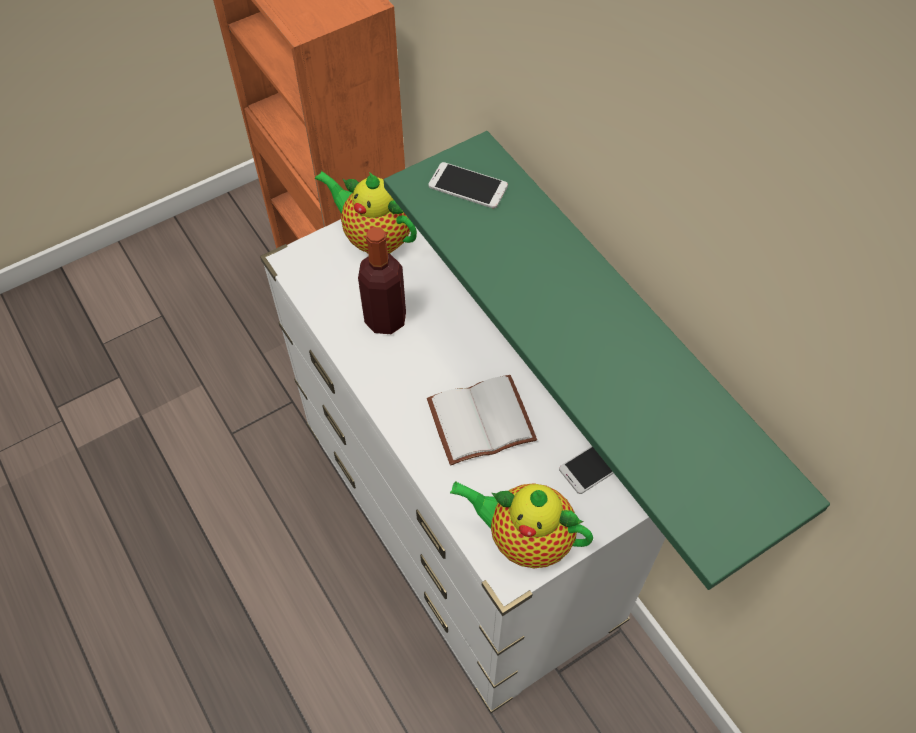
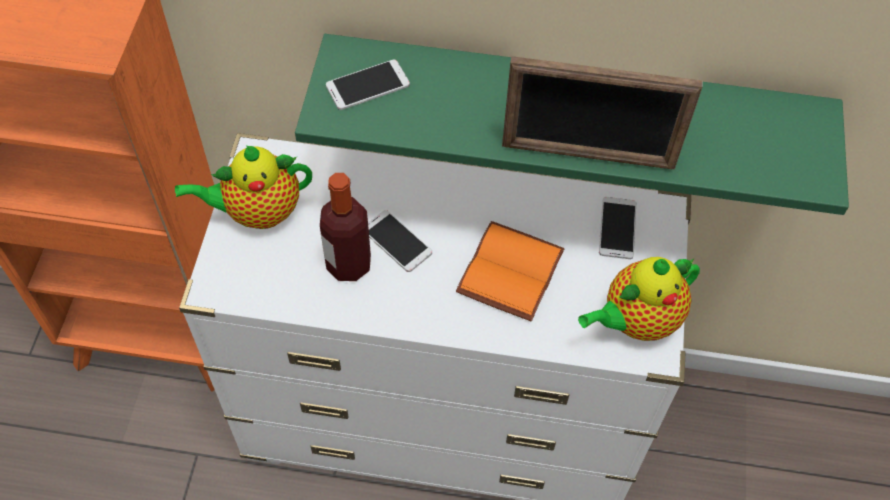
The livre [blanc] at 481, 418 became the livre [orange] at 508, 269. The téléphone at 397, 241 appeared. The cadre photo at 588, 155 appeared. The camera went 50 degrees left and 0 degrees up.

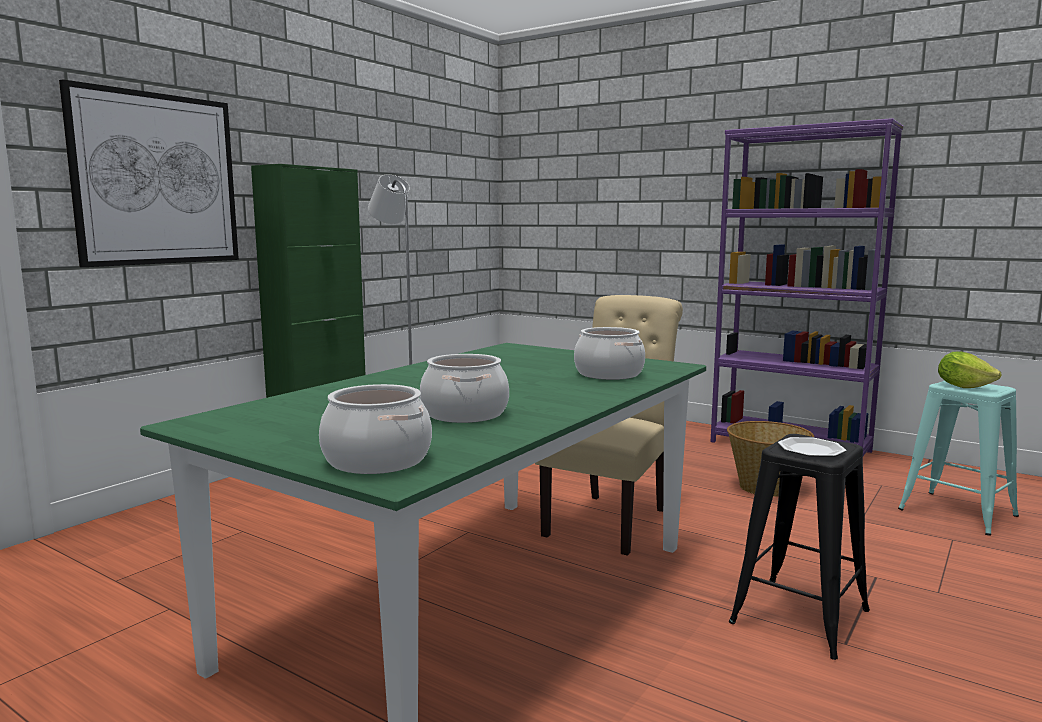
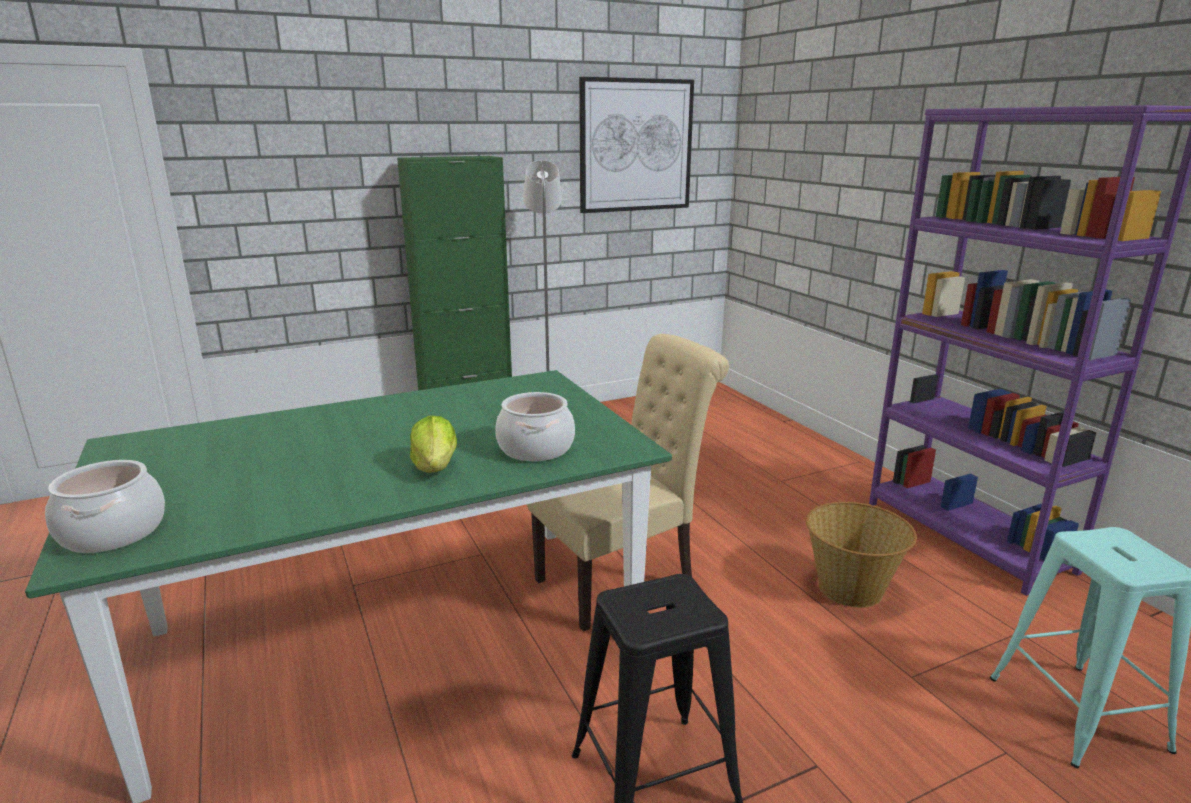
The tableau moved from 156, 179 to 636, 146. The marmite at 464, 414 disappeared. The assiette at 811, 450 disappeared. The laitue moved from 963, 386 to 435, 467. The camera went 30 degrees right and 10 degrees up.

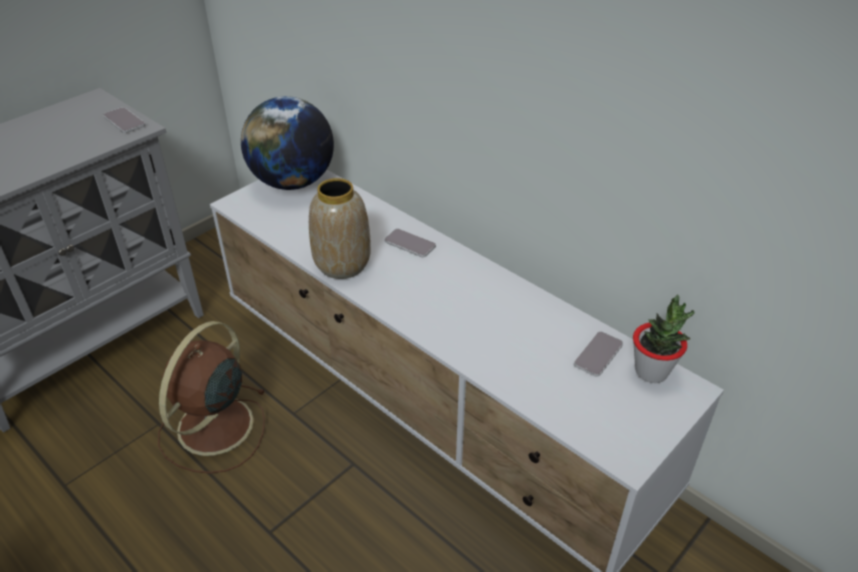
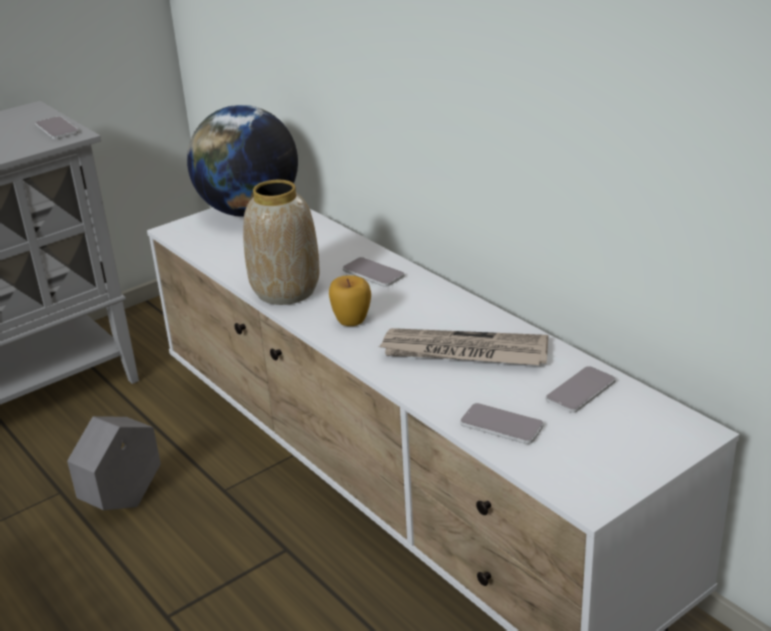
The ventilateur [marron] at 213, 428 was replaced by the cache-pot [gris] at 124, 500. The plante en pot at 651, 371 disappeared. The pomme at 351, 321 appeared. The journal at 463, 352 appeared. The téléphone at 501, 425 appeared. The camera went 10 degrees right and 10 degrees down.

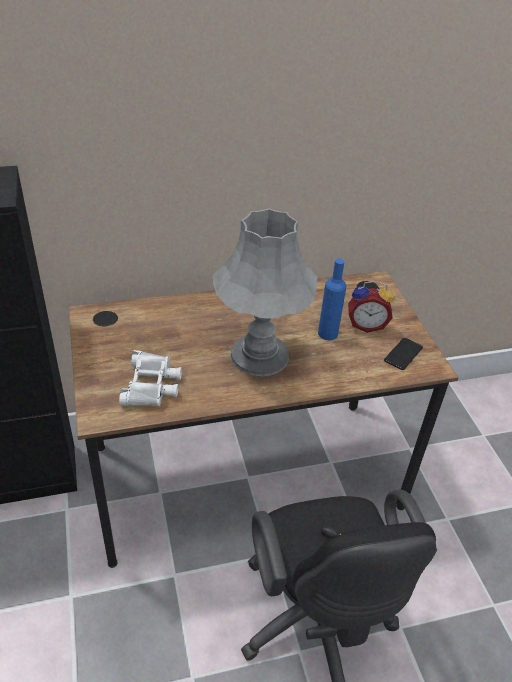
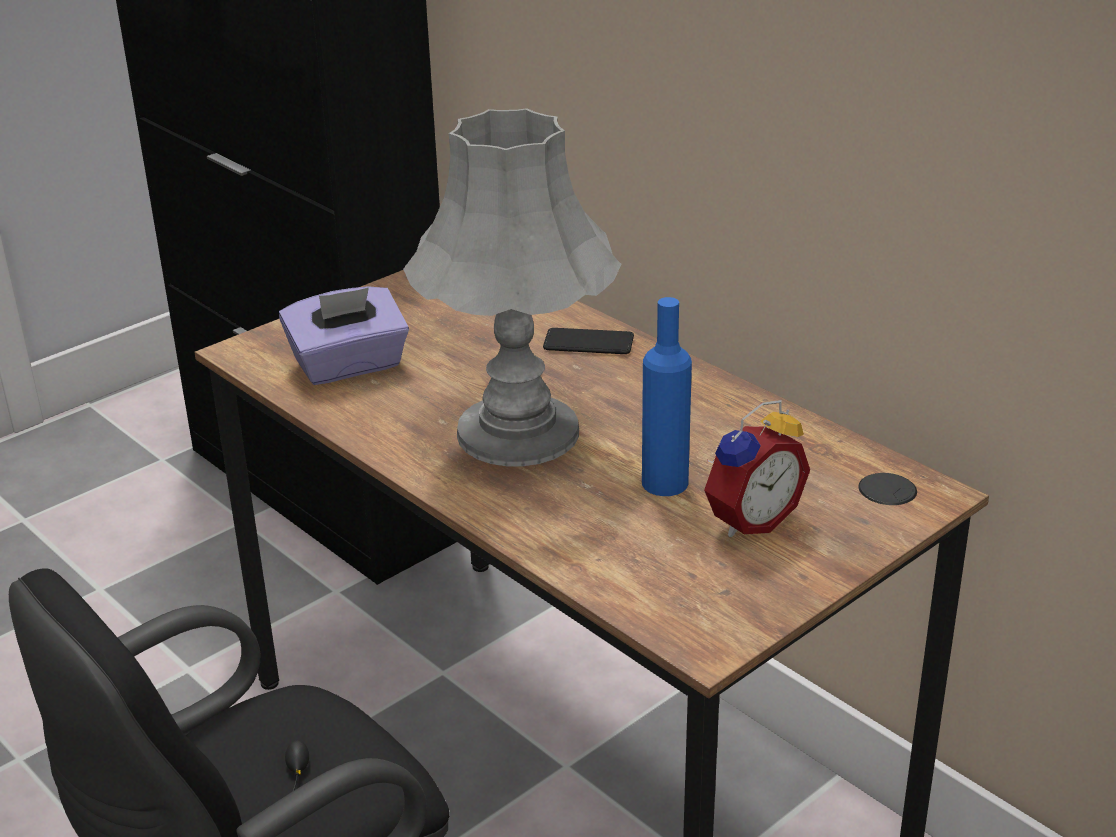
The jumelles [blanc] at 152, 384 was replaced by the boîte à mouchoirs [violet] at 349, 366. The réveil at 366, 325 turned 105 degrees counterclockwise. The téléphone moved from 403, 354 to 588, 343. The camera went 65 degrees right and 10 degrees down.

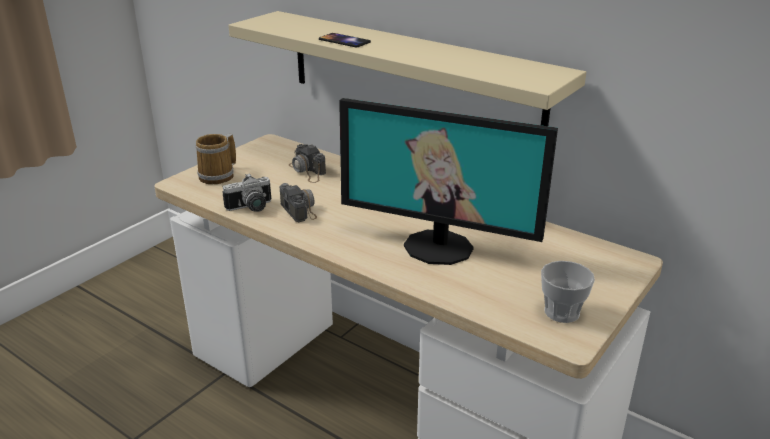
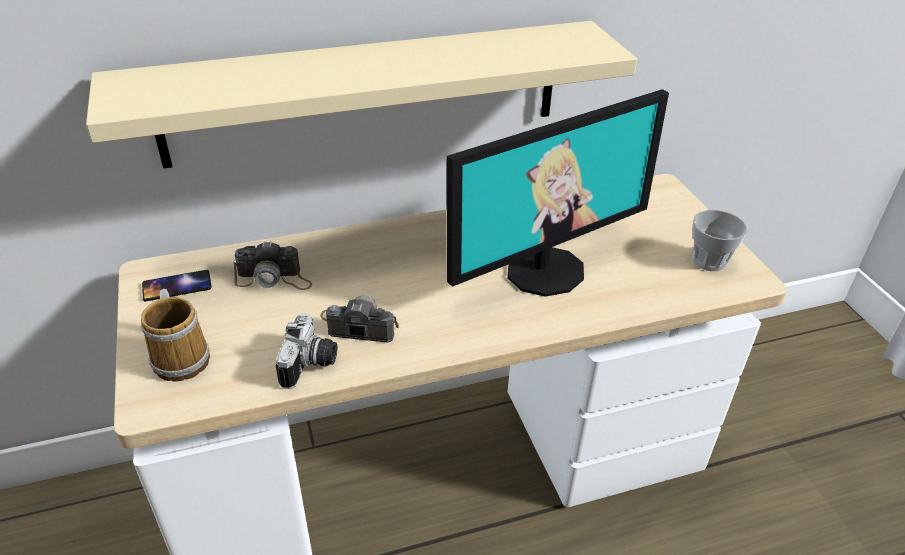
The téléphone moved from 344, 41 to 177, 286. The camera went 55 degrees left and 10 degrees up.

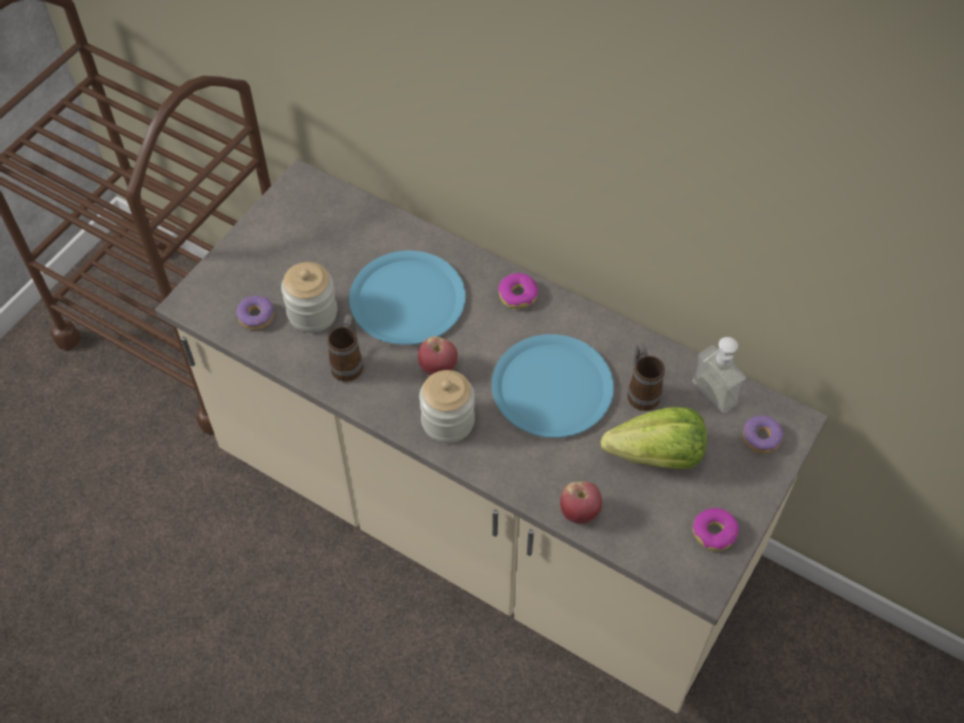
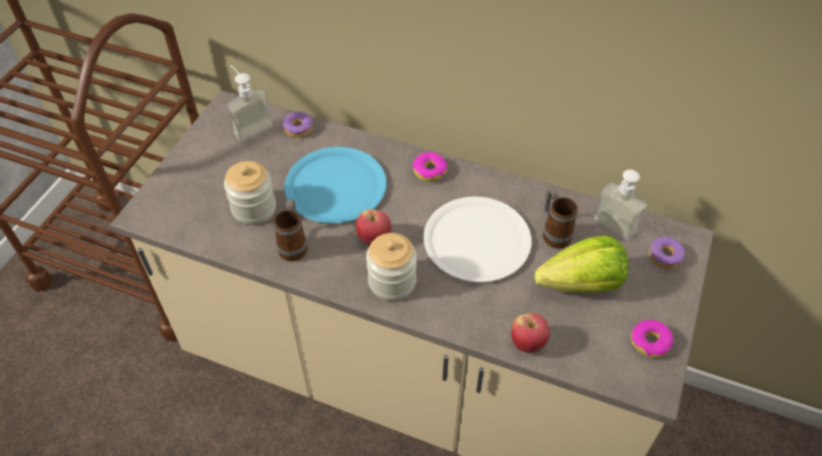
The beignet moved from 256, 316 to 298, 128. The assiette [bleu] at 552, 387 became the assiette [blanc] at 476, 240. The distributeur de savon at 249, 125 appeared. The camera went 10 degrees left and 5 degrees down.

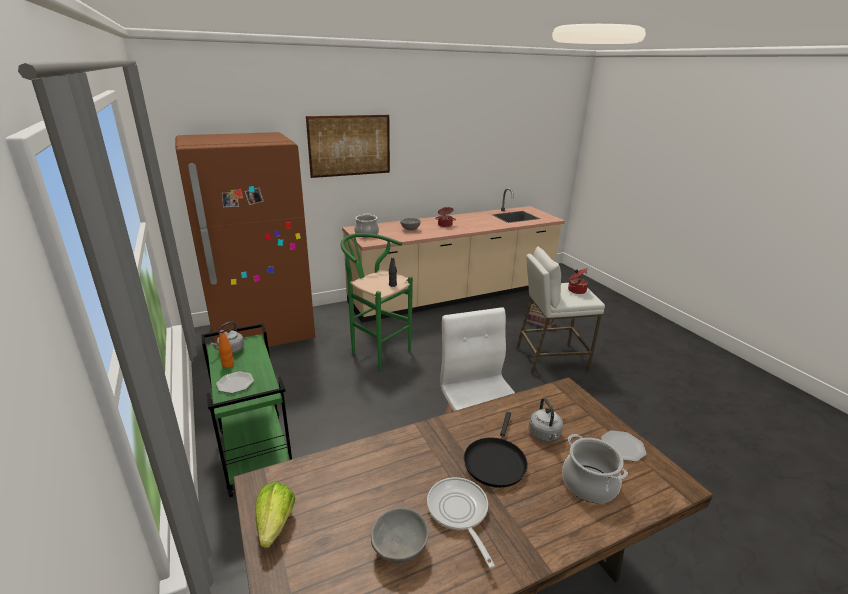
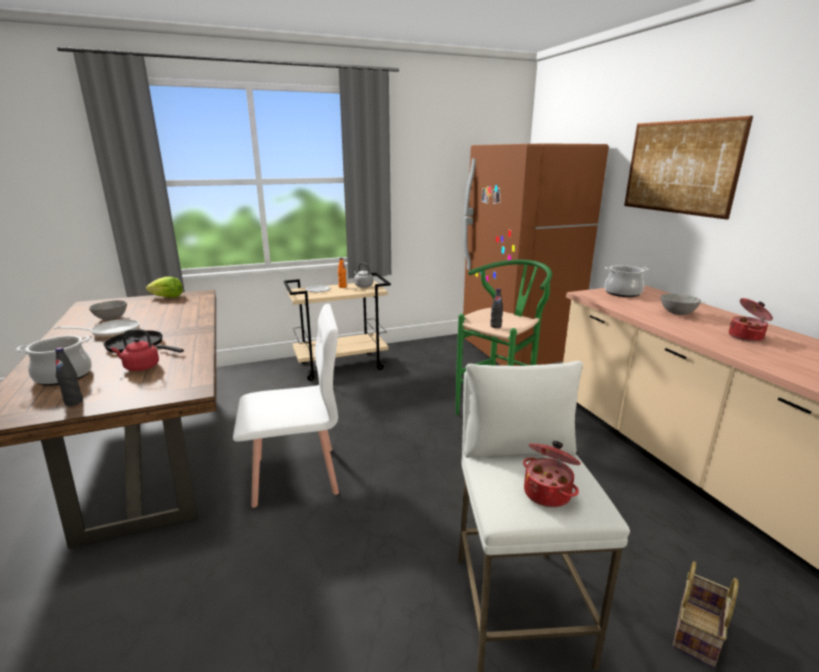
The chariot [vert] at 255, 453 became the chariot [beige] at 342, 365. The bouilloire [gris] at 545, 435 became the bouilloire [rouge] at 140, 367. The assiette at 622, 447 was replaced by the bouteille [noir] at 74, 402. The camera went 95 degrees right and 5 degrees down.

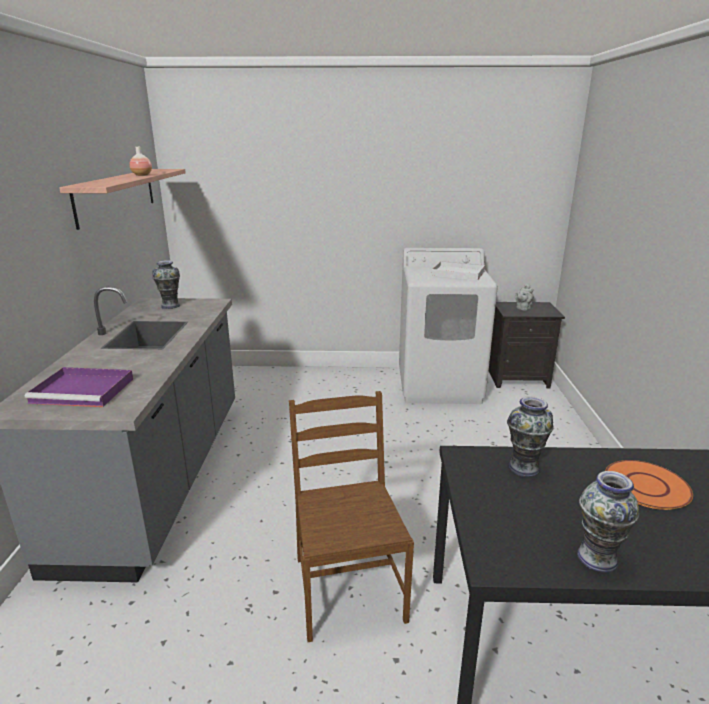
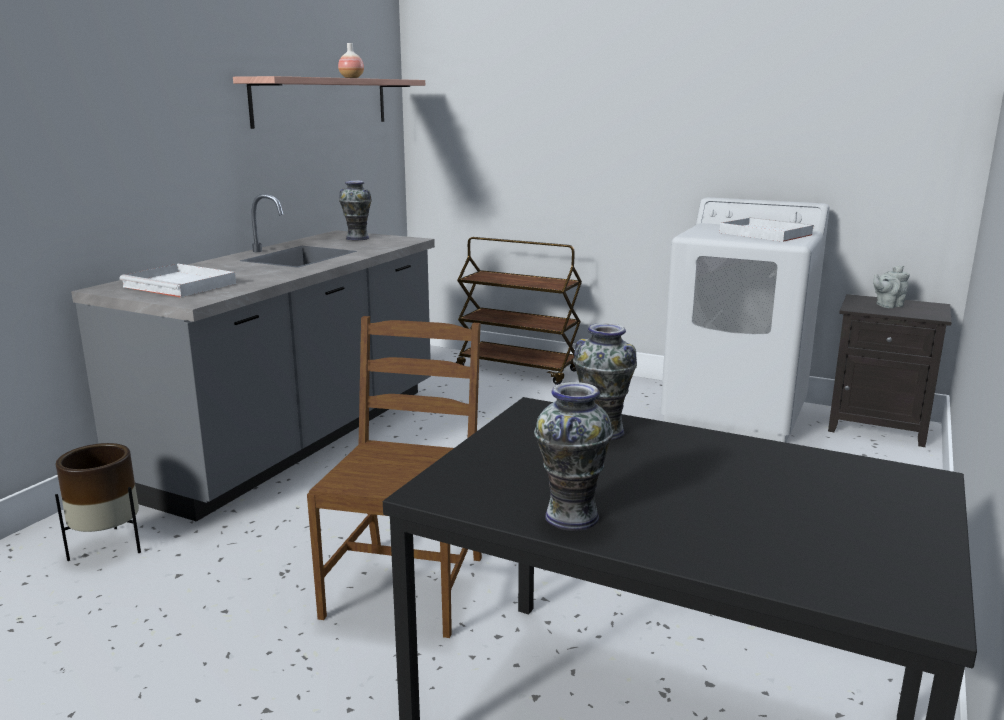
The plateau [violet] at 85, 390 became the plateau [blanc] at 181, 285. The assiette [orange] at 647, 486 disappeared. The cache-pot [marron] at 109, 546 appeared. The chariot [marron] at 519, 369 appeared. The camera went 25 degrees right and 5 degrees down.

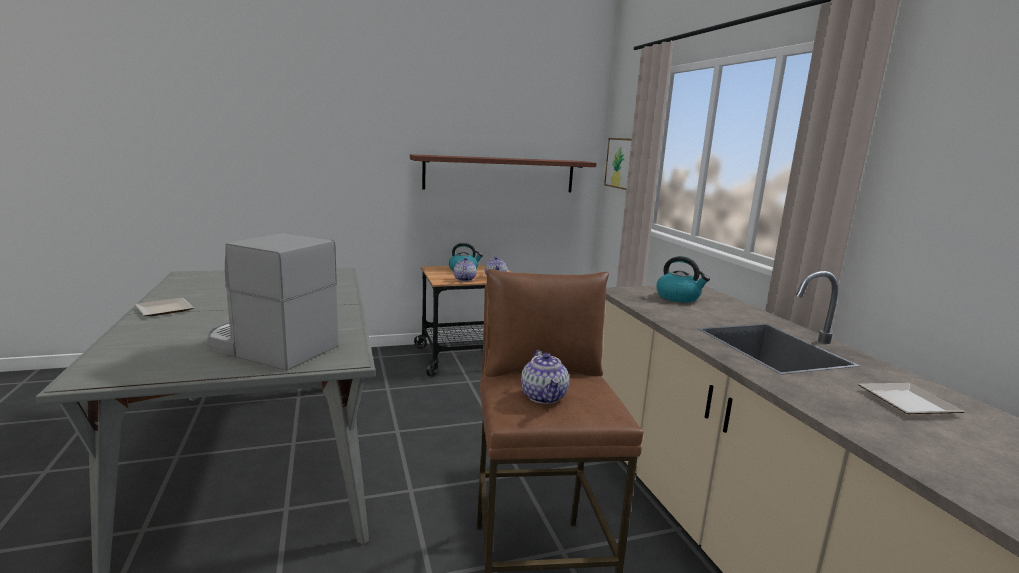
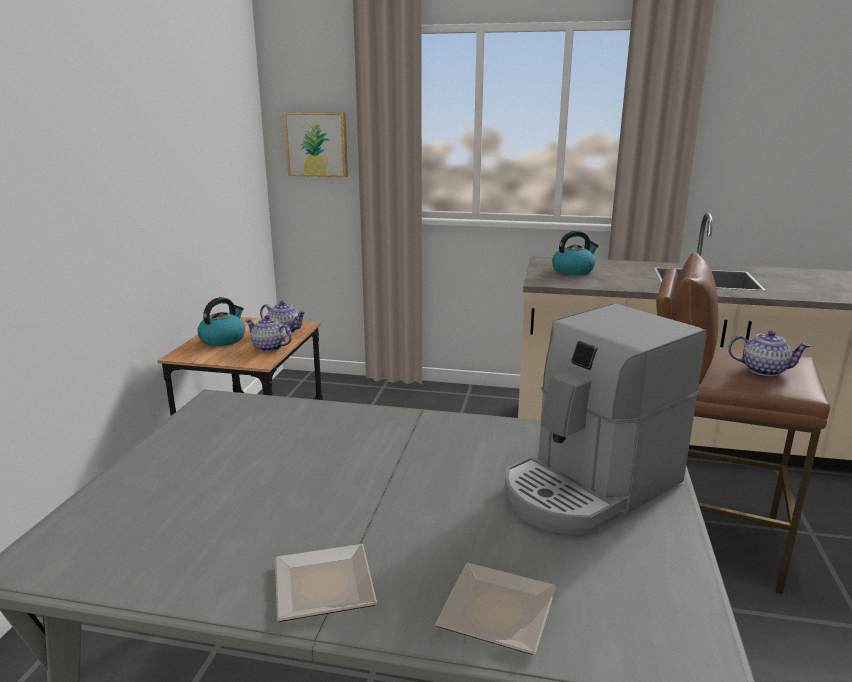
The étagère at 500, 174 disappeared. The assiette moved from 903, 401 to 493, 613. The camera went 60 degrees left and 5 degrees up.

